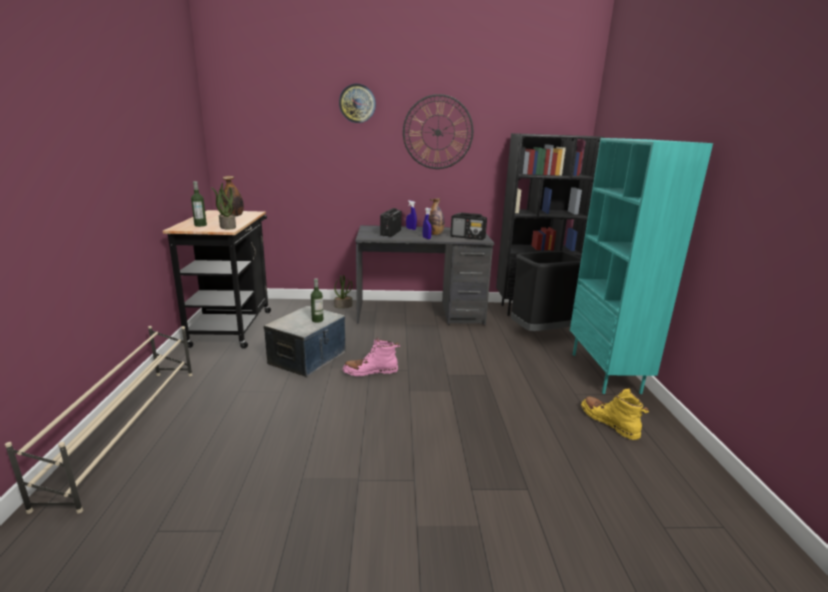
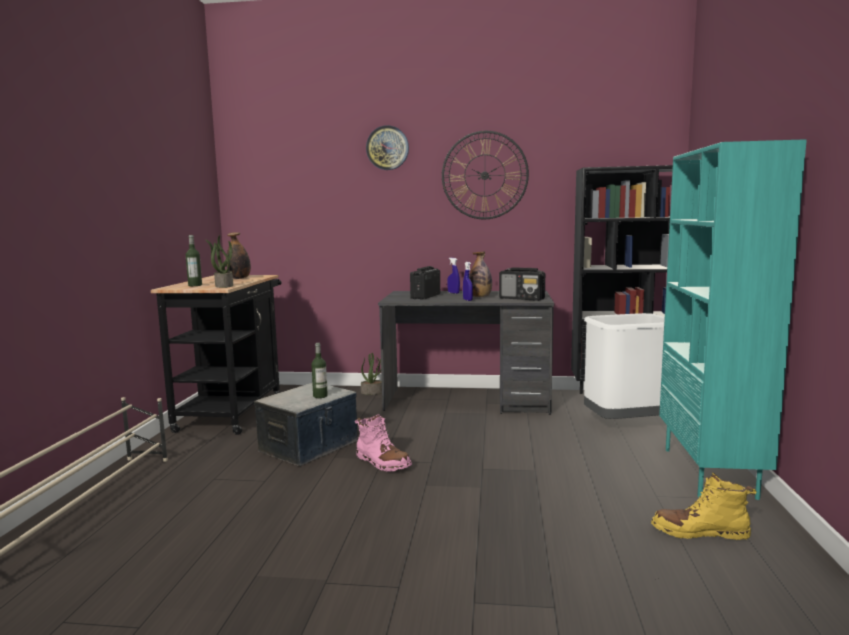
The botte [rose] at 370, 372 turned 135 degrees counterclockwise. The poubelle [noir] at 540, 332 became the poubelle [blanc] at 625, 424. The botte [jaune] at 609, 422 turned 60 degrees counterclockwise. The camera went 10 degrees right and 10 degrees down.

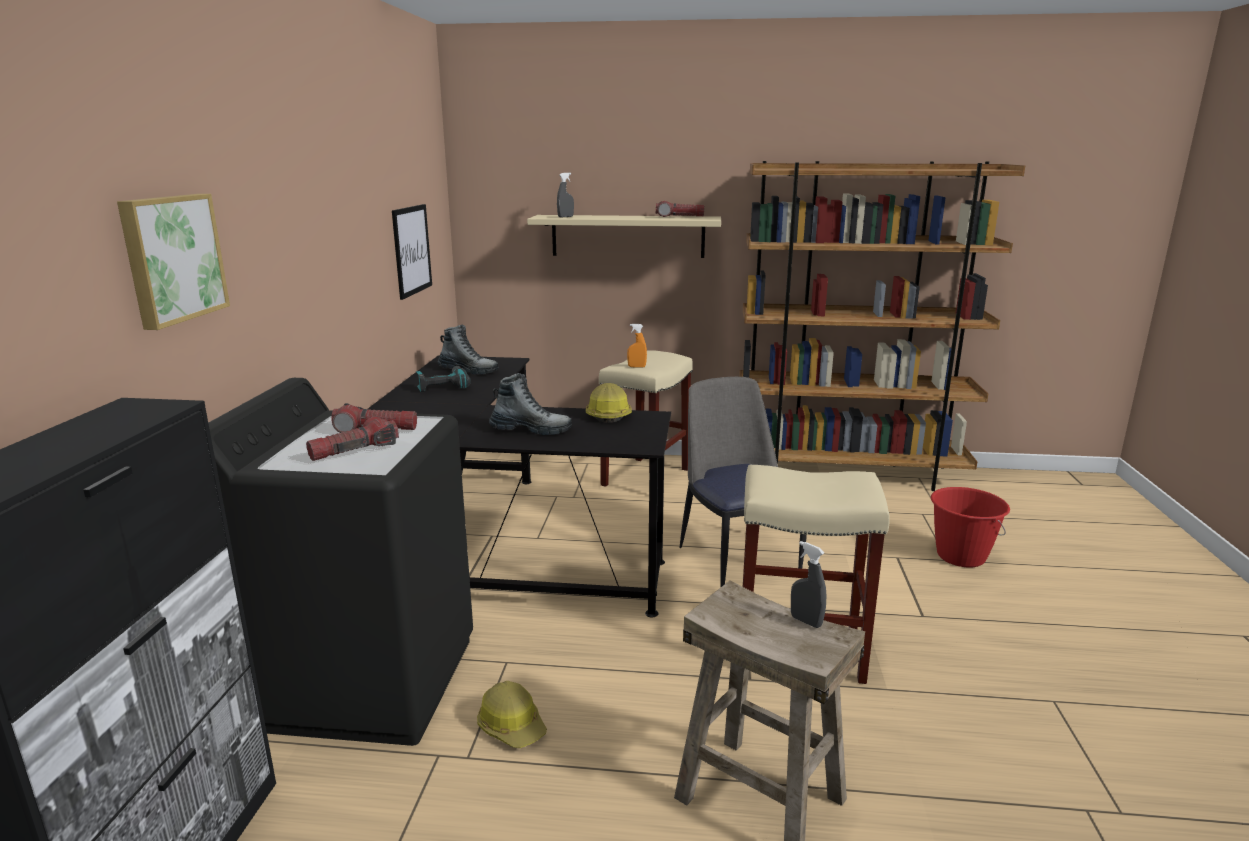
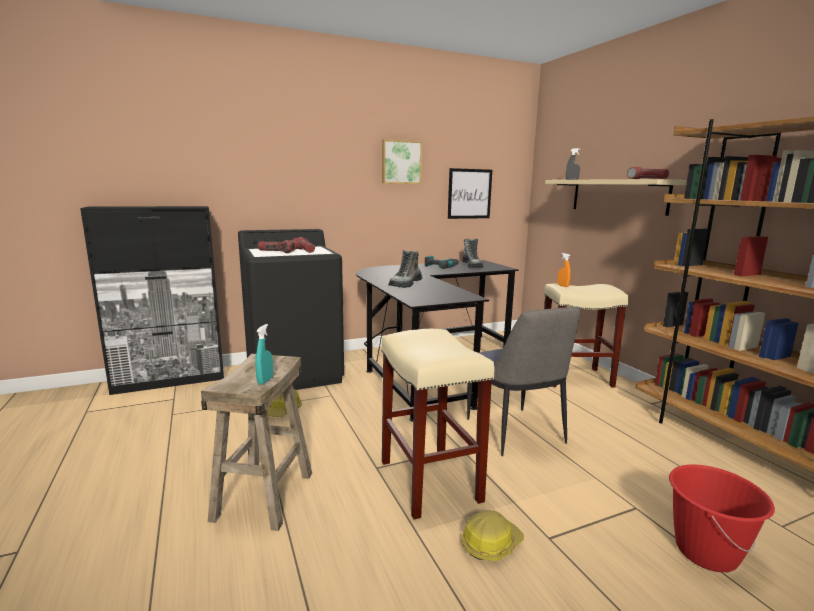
The tableau moved from 172, 258 to 401, 162. The botte at 531, 430 turned 60 degrees clockwise. The casque de chantier moved from 608, 414 to 490, 544. The chaise at 737, 560 turned 120 degrees clockwise. The vaporisateur [gris] at 806, 621 became the vaporisateur [turquoise] at 265, 380. The camera went 60 degrees right and 5 degrees down.

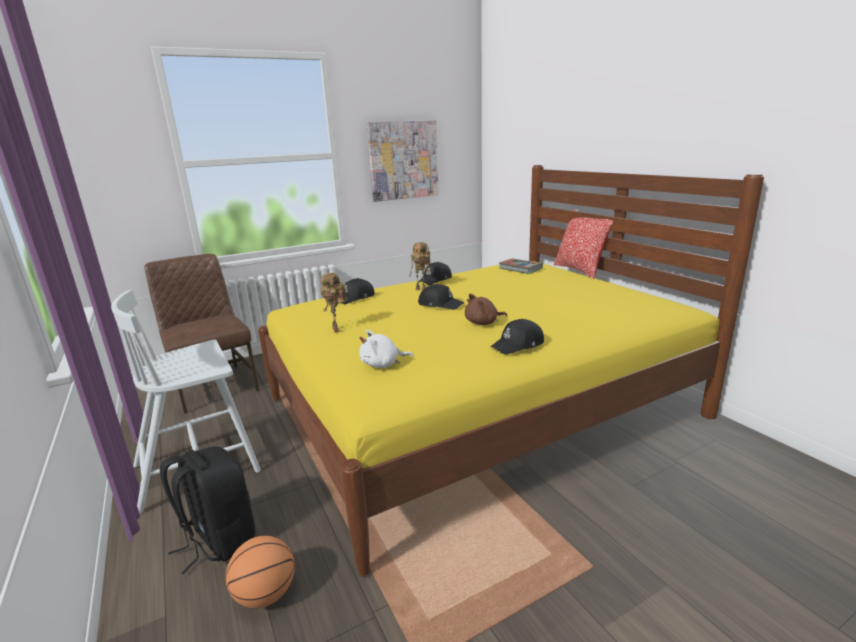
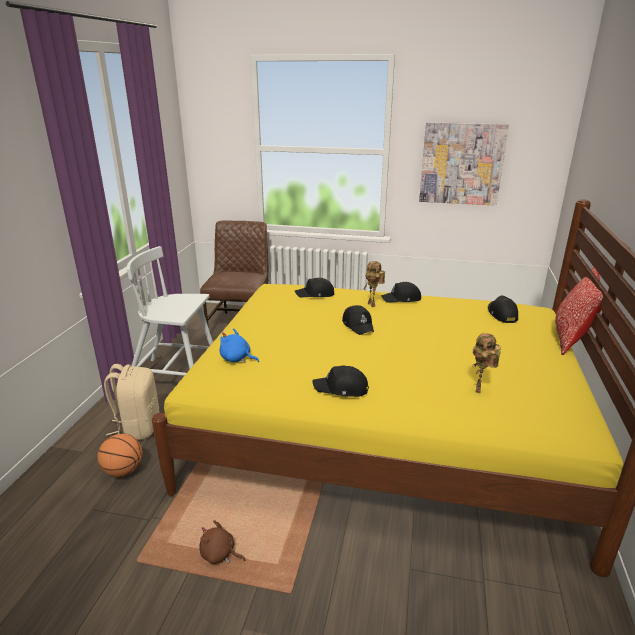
The sac à dos [noir] at 218, 540 became the sac à dos [beige] at 138, 427. The robot jouet moved from 337, 330 to 480, 390. The peluche [blanc] at 383, 364 became the peluche [bleu] at 237, 359. The peluche [marron] moved from 483, 323 to 220, 554. The livre at 520, 269 was replaced by the casquette [noir] at 501, 314. The camera went 40 degrees right and 5 degrees up.

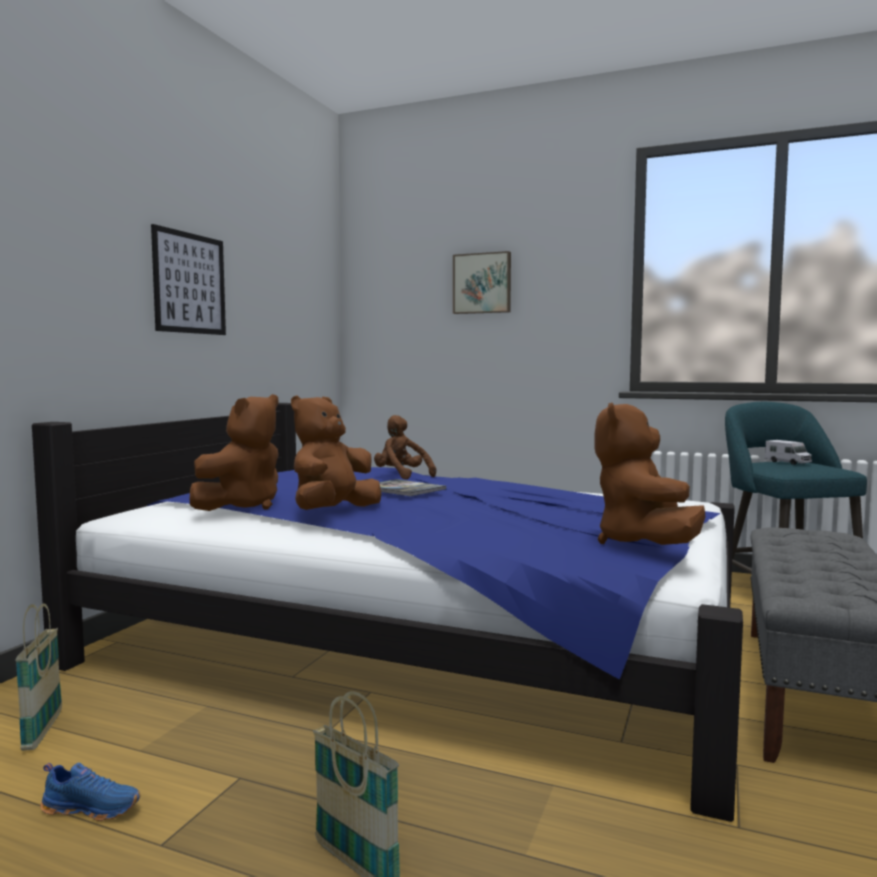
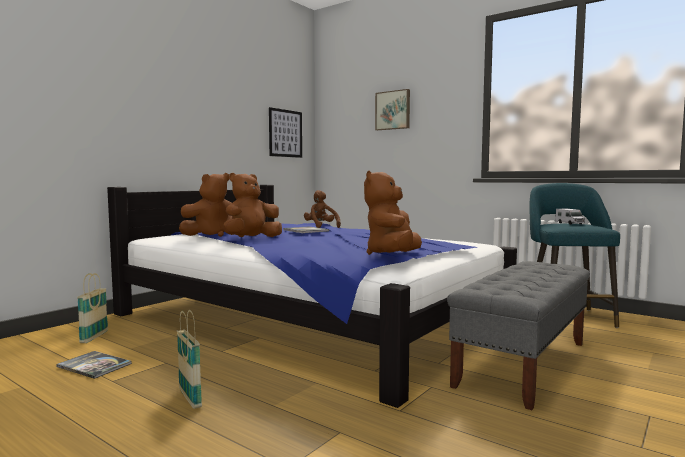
The chaussure [bleu] at 93, 808 was replaced by the livre at 94, 365. The tableau moved from 190, 283 to 285, 133. The camera went 15 degrees right and 0 degrees up.

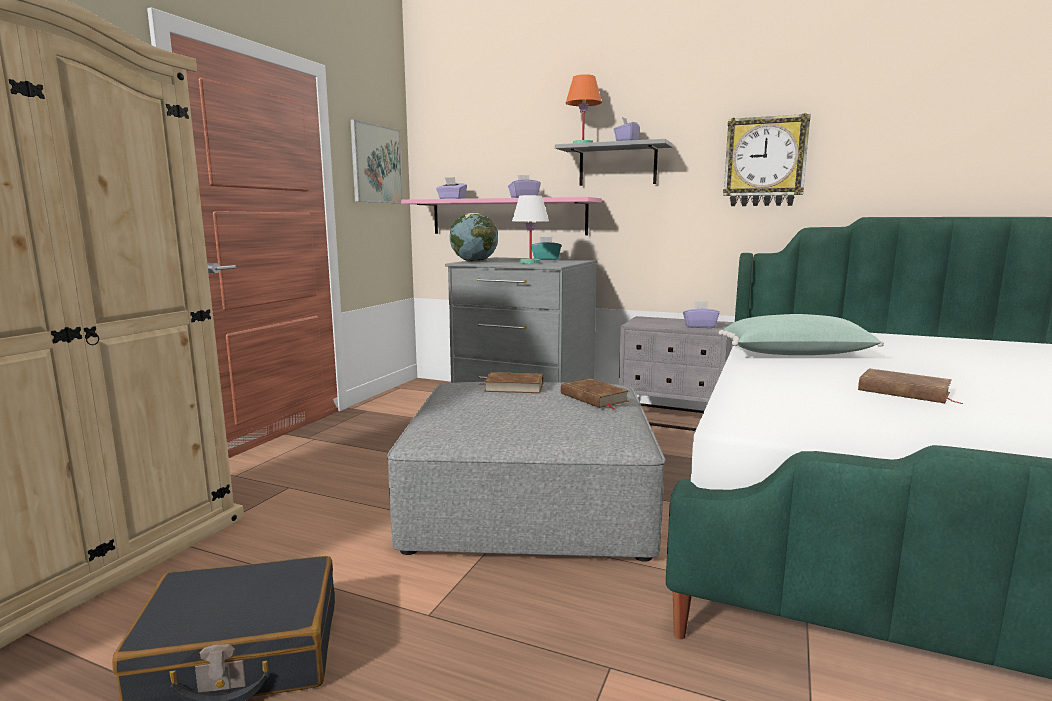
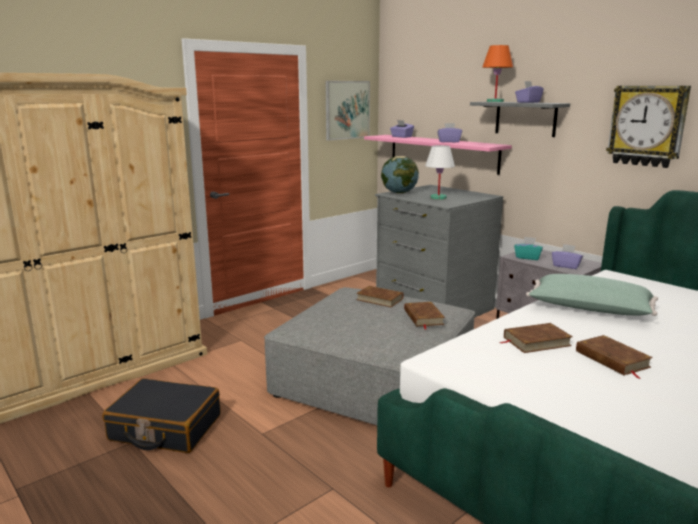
The boîte à mouchoirs [turquoise] moved from 546, 259 to 527, 257. The livre [marron] at 536, 341 appeared. The camera went 25 degrees right and 5 degrees up.

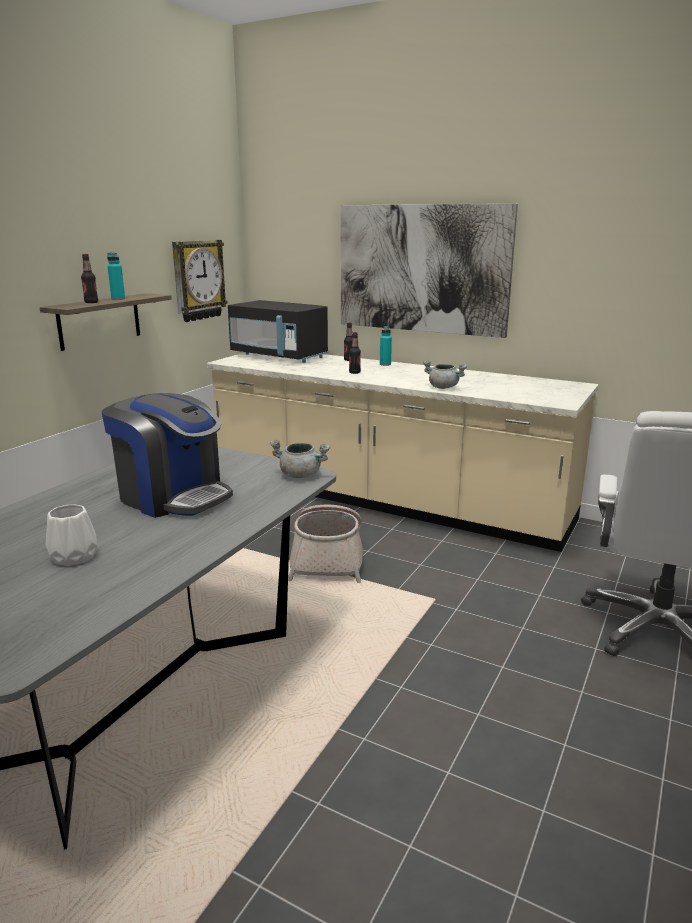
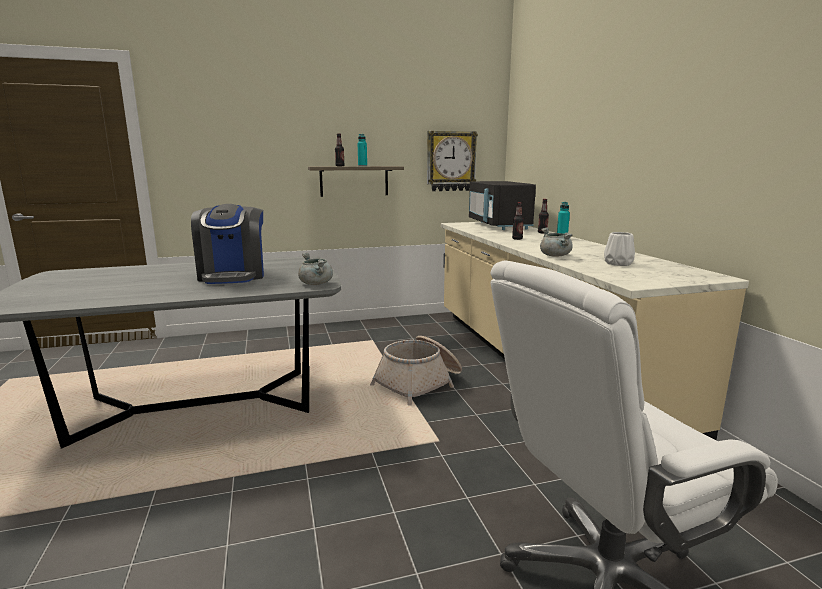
The vase [blanc] moved from 75, 557 to 619, 263. The tableau at 422, 269 disappeared. The camera went 45 degrees right and 5 degrees down.

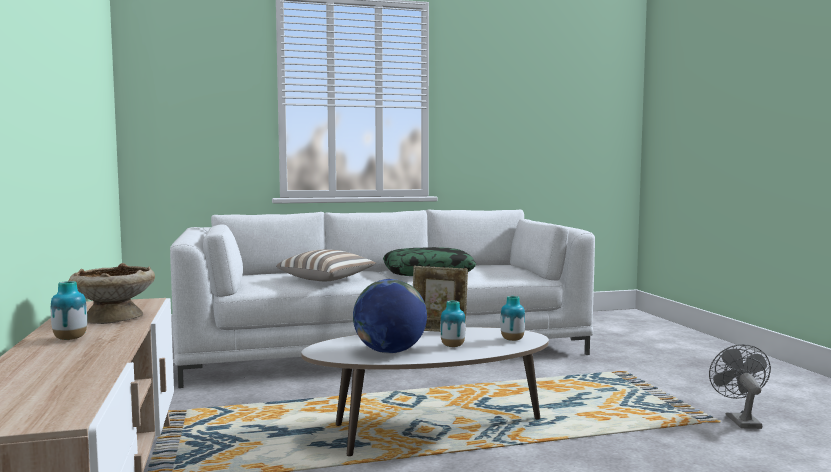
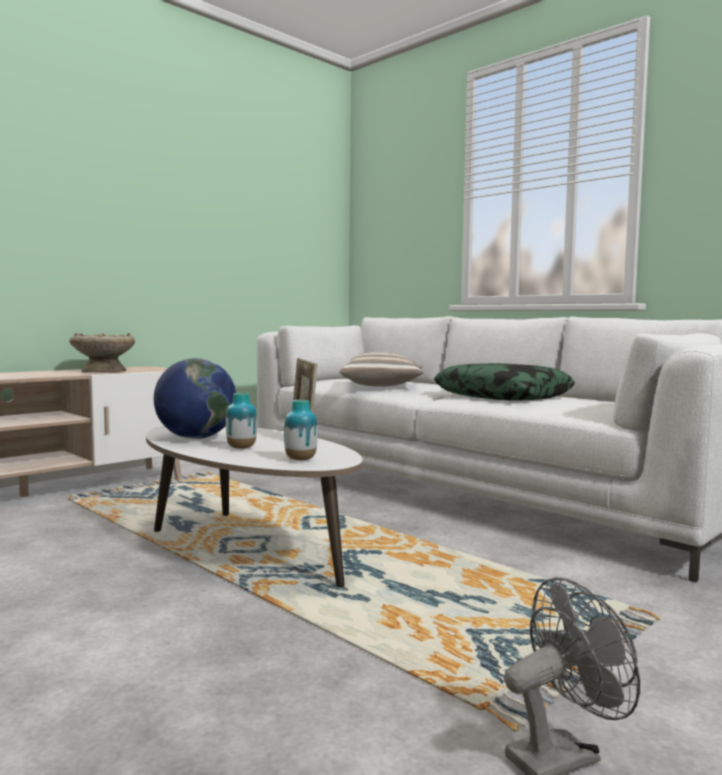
The vase at 70, 339 disappeared. The camera went 60 degrees right and 0 degrees up.

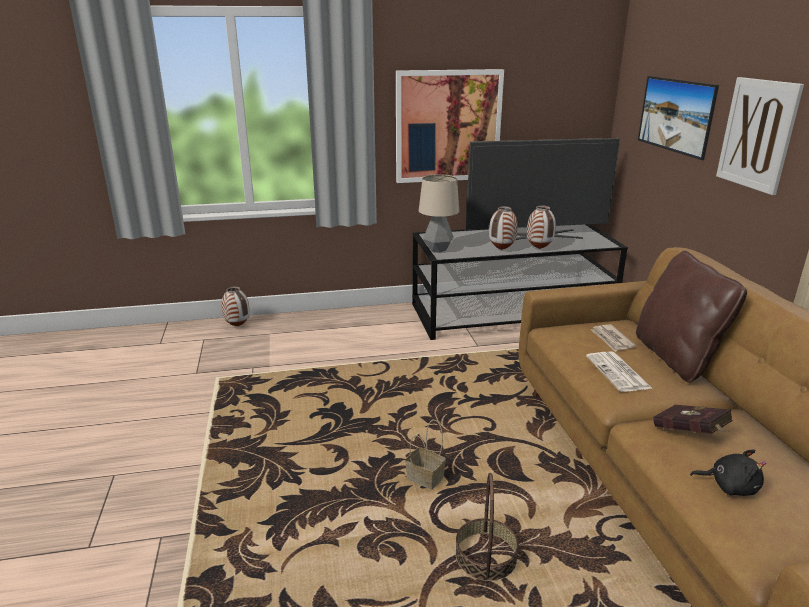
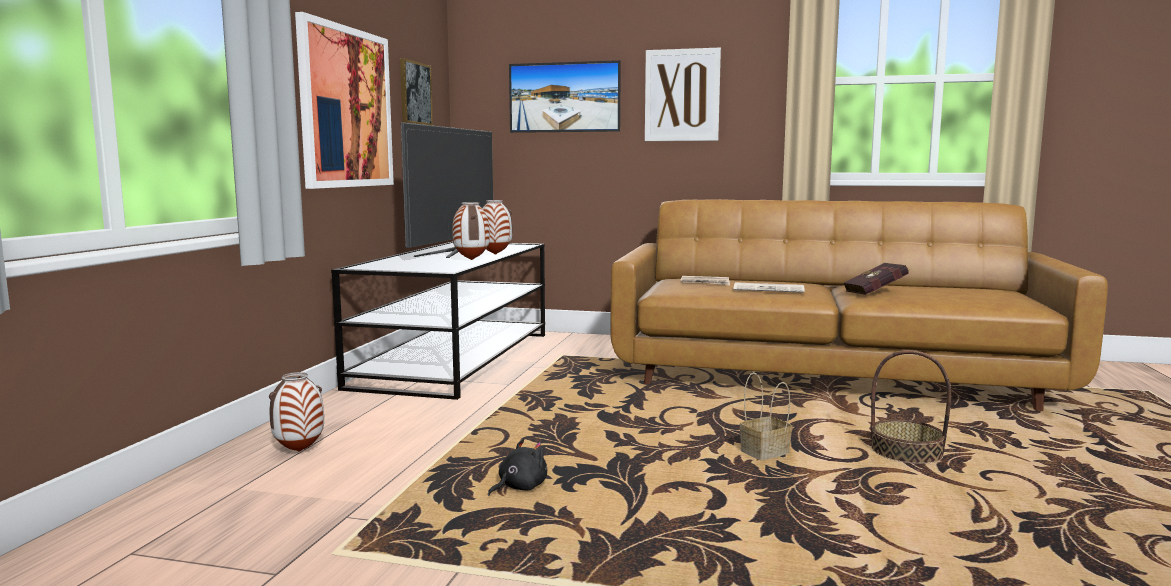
The vase moved from 238, 326 to 300, 451. The lampe de table at 438, 249 disappeared. The coussin [marron] at 676, 358 disappeared. The peluche [noir] moved from 729, 486 to 519, 487. The tableau at 415, 93 appeared. The camera went 65 degrees left and 15 degrees down.

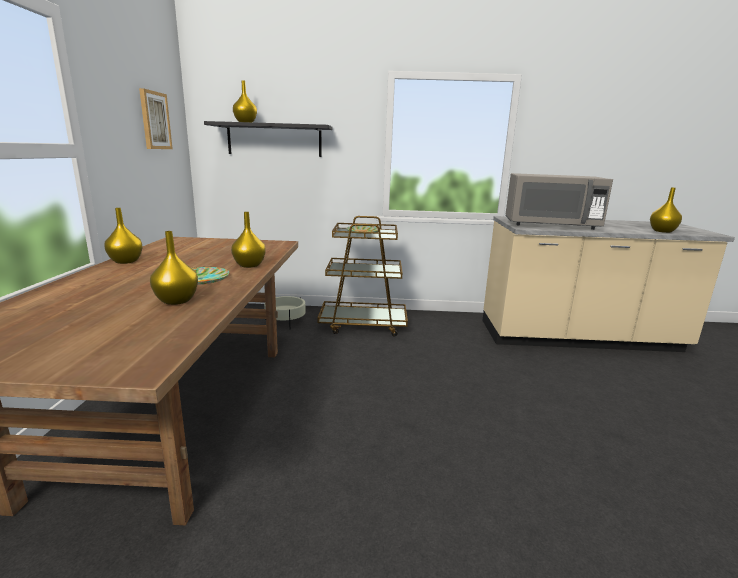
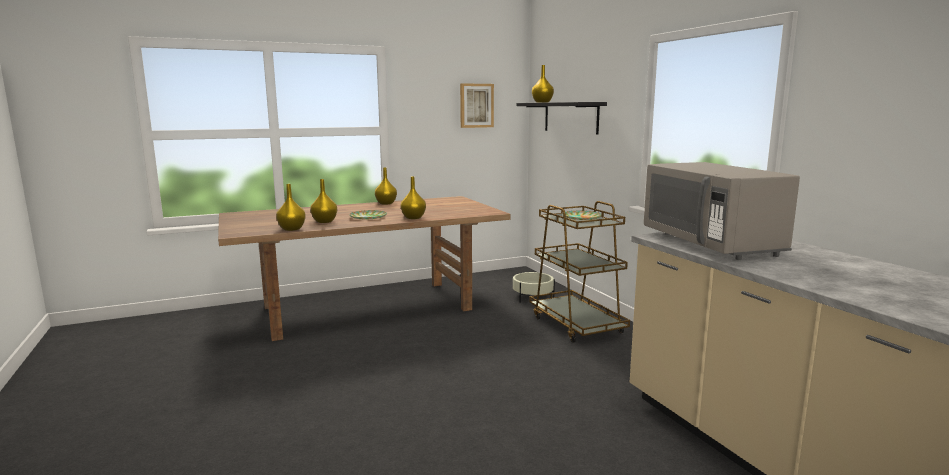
The vase [jaune] moved from 662, 231 to 291, 229. The camera went 65 degrees right and 5 degrees down.

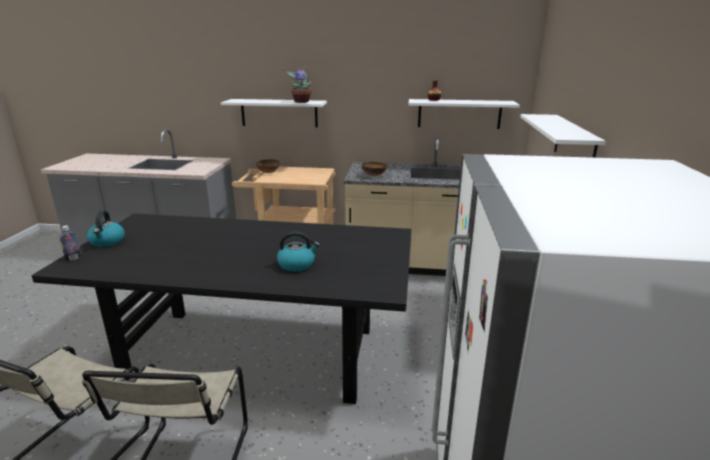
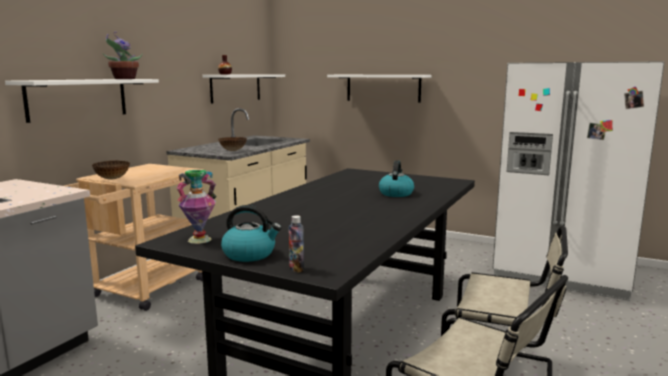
The vase at 199, 239 appeared. The camera went 70 degrees left and 10 degrees down.

